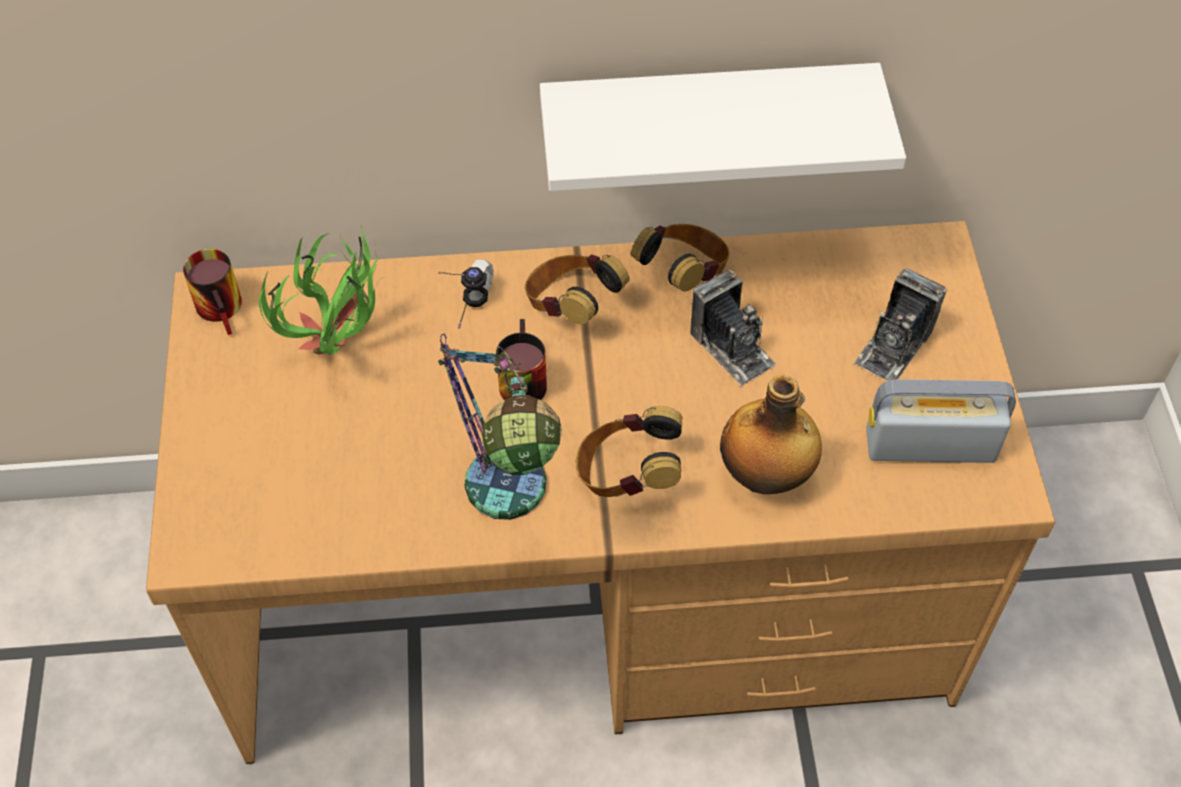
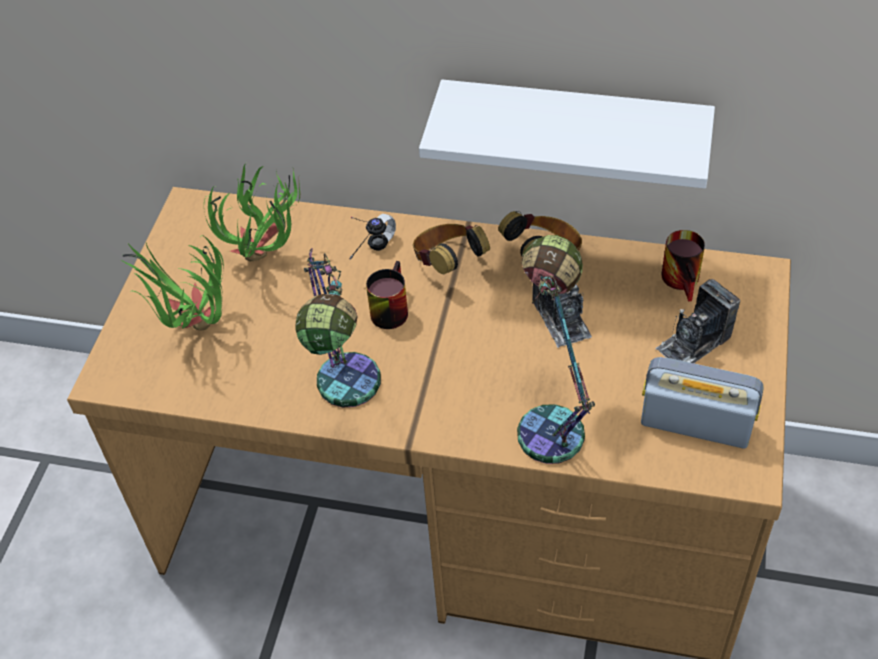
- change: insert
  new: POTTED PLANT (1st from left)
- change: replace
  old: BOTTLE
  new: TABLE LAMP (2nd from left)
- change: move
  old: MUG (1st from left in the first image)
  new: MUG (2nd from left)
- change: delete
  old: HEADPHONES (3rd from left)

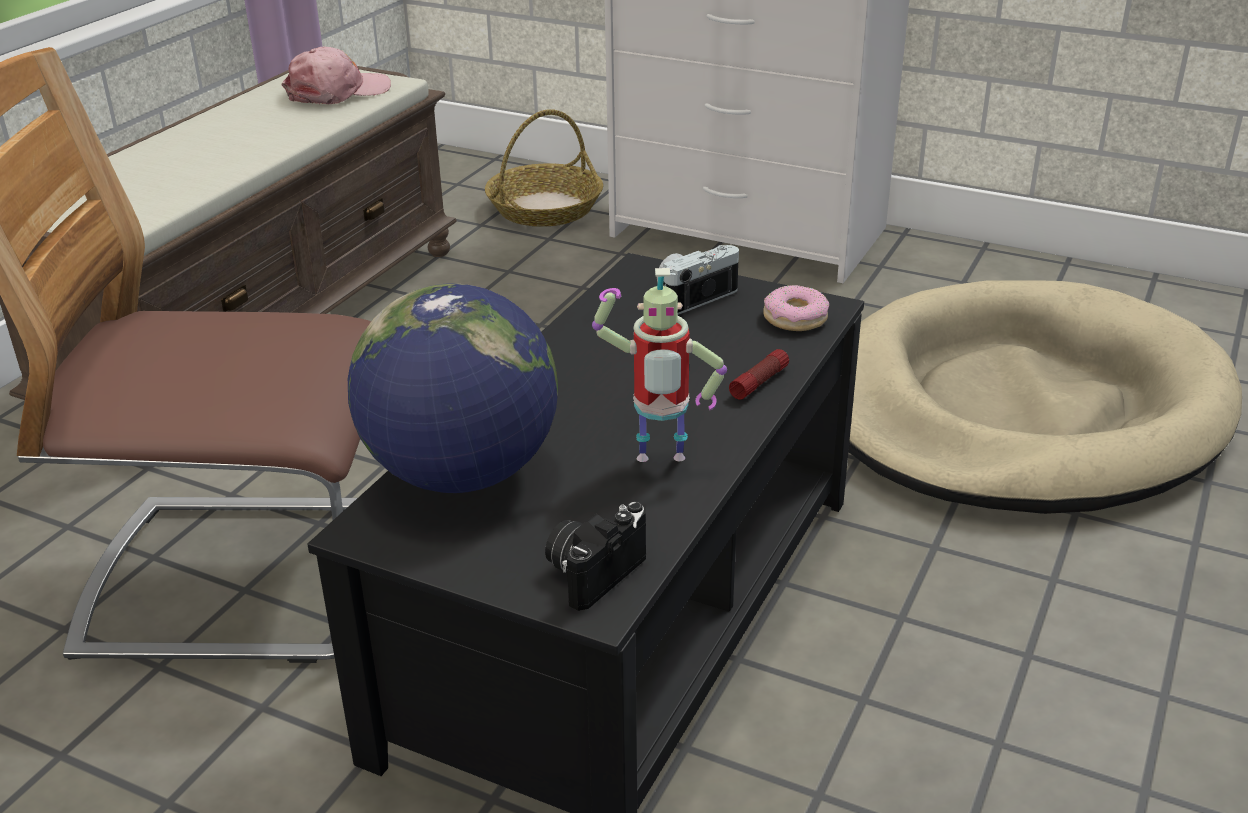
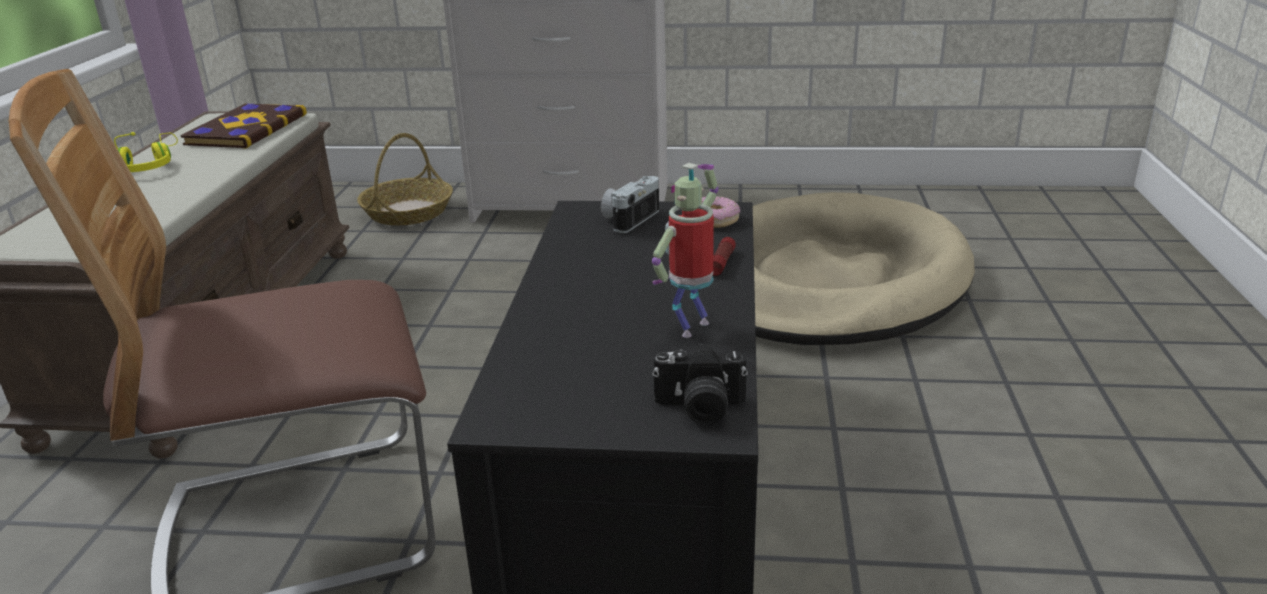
- change: insert
  new: YELLOW HEADPHONES
- change: replace
  old: PINK CAP
  new: BOOK
- change: rotate
  old: TOY ROBOT
  degrees: 150
- change: rotate
  old: PHOTO CAMERA (1st from left in the first image)
  degrees: -105
- change: delete
  old: GLOBE

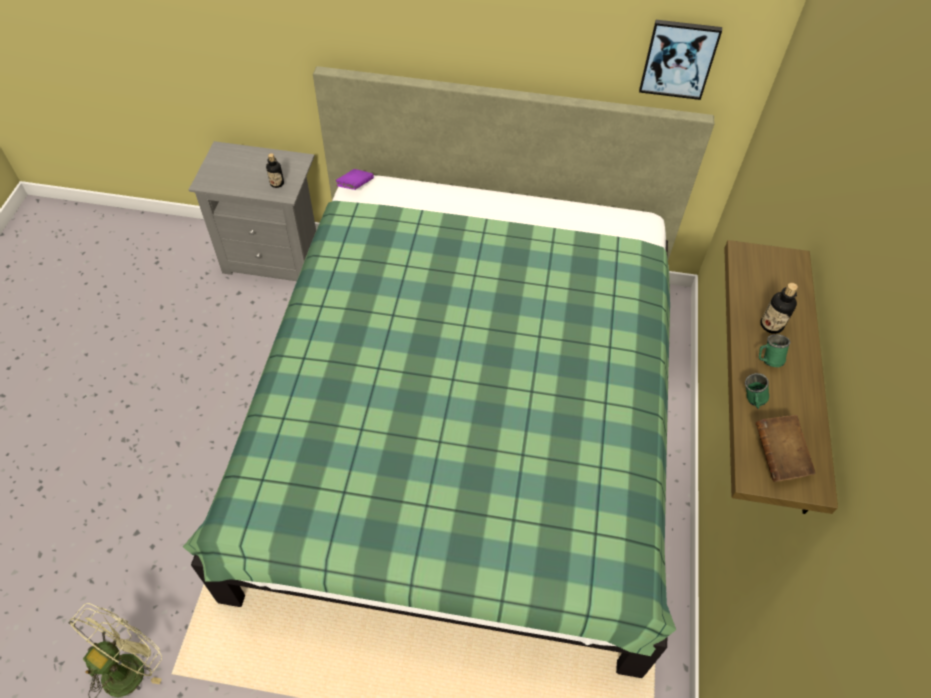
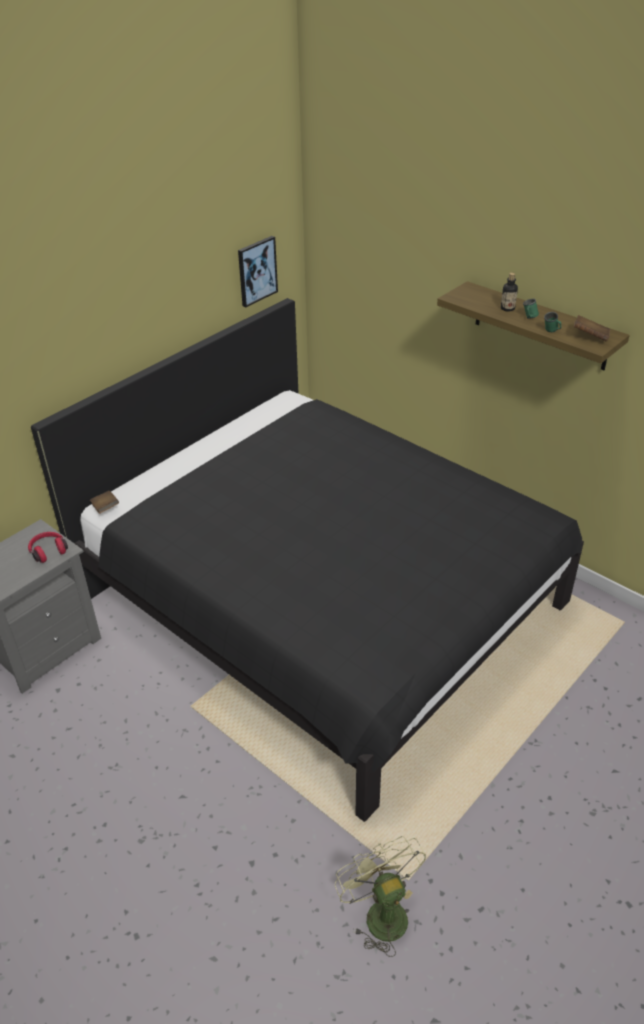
- change: replace
  old: BOTTLE (1st from left)
  new: RED HEADPHONES
- change: recolor
  old: GREEN BED
  new: BLACK BED
- change: recolor
  old: PURPLE BOOK
  new: BROWN BOOK (1st from left)

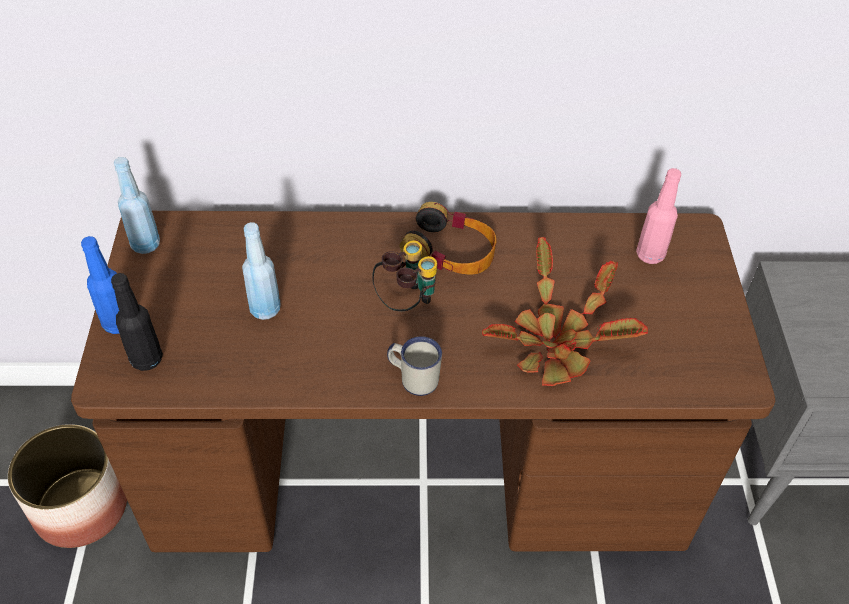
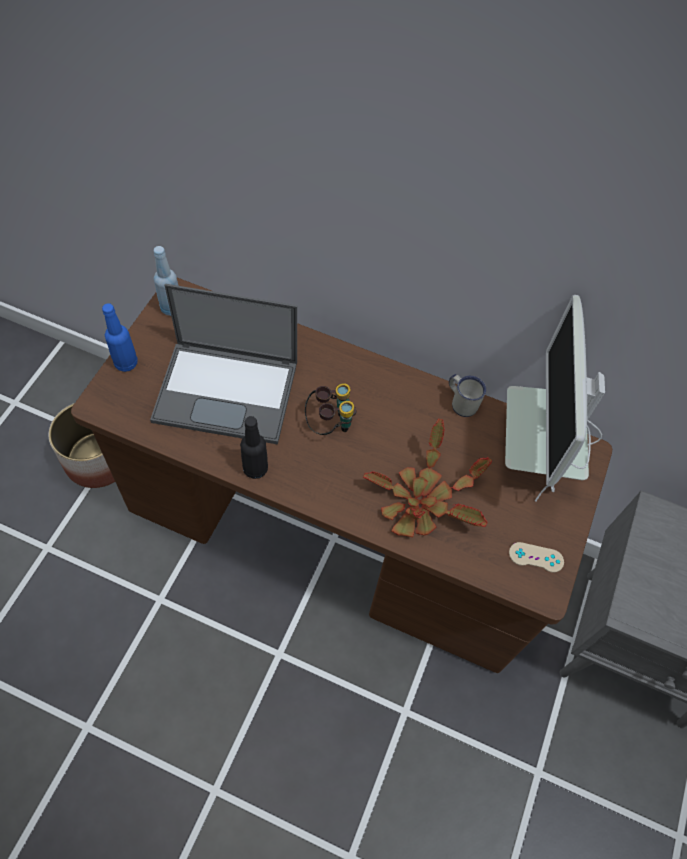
- change: replace
  old: BLUE BOTTLE (3rd from left)
  new: LAPTOP
- change: move
  old: BLACK BOTTLE
- change: move
  old: WHITE MUG
- change: replace
  old: PINK BOTTLE
  new: MONITOR
- change: insert
  new: BEIGE GAME CONTROLLER
- change: delete
  old: HEADPHONES

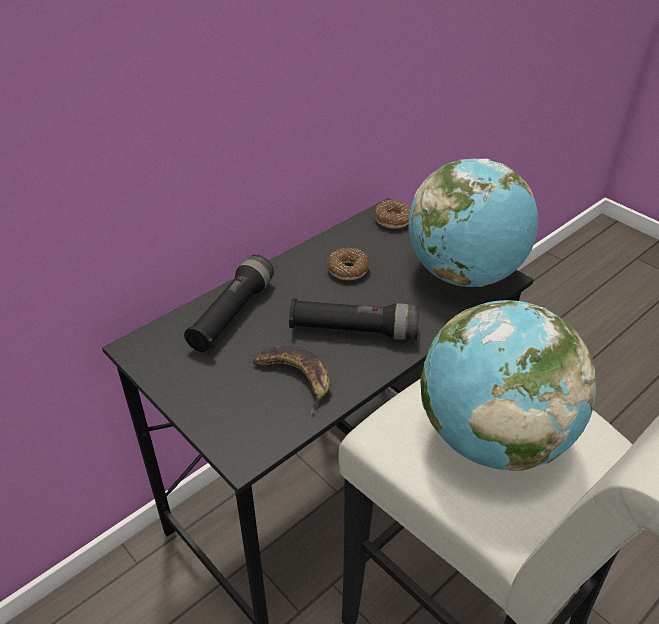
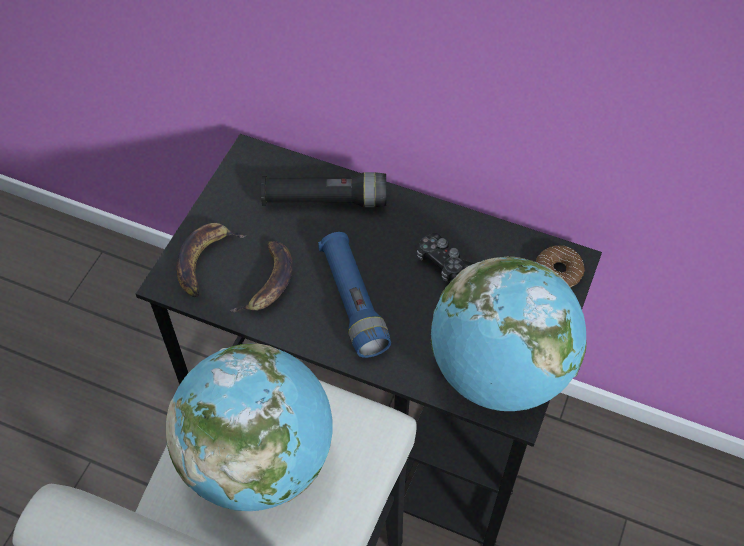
- change: insert
  new: BANANA (1st from left)
- change: recolor
  old: BLACK FLASHLIGHT (2nd from left)
  new: BLUE FLASHLIGHT
- change: replace
  old: DONUT (1st from left)
  new: GAME CONTROLLER

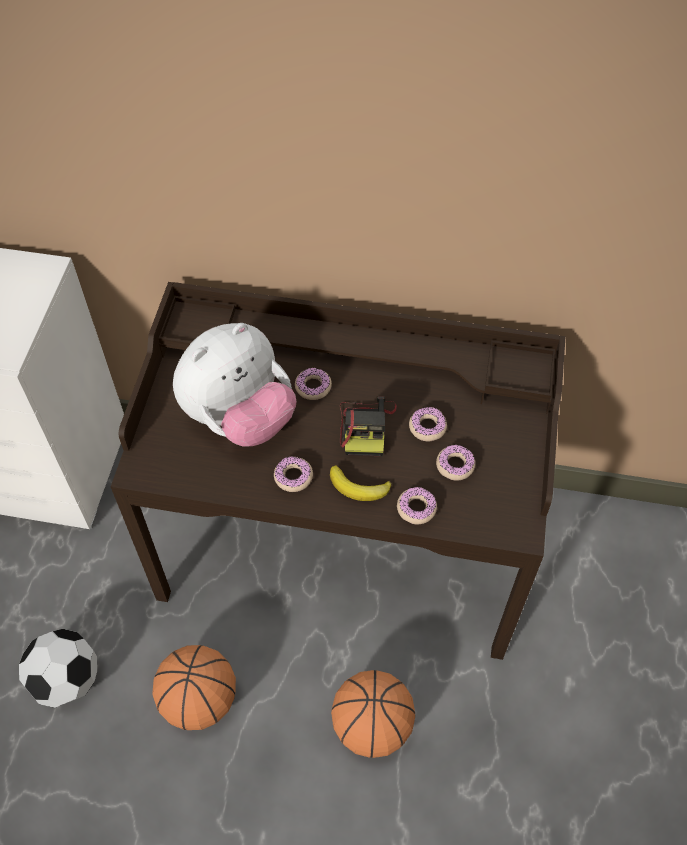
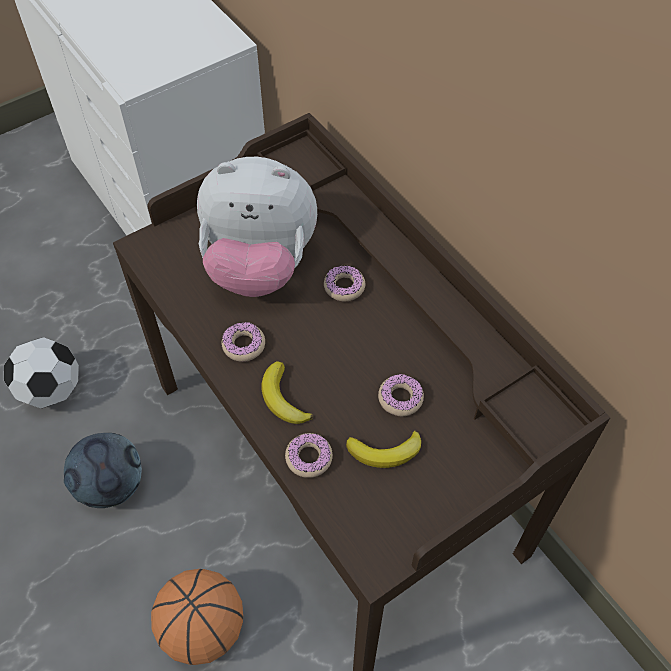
- change: replace
  old: BASKETBALL (1st from left)
  new: FOOTBALL (2nd from left)
- change: replace
  old: DONUT (5th from left)
  new: BANANA (2nd from left)
- change: delete
  old: PHOTO CAMERA

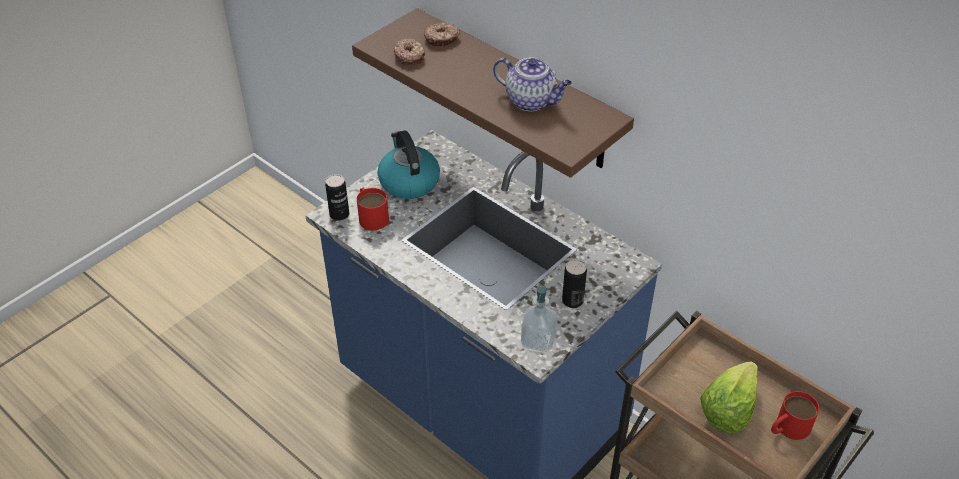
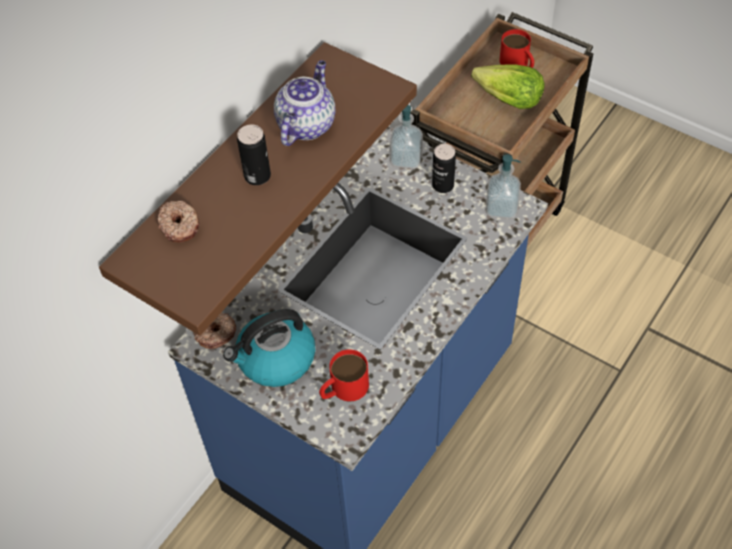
- change: move
  old: DONUT (1st from left in the first image)
  new: DONUT (2nd from left)
- change: move
  old: CAN (1st from left)
- change: insert
  new: SOAP DISPENSER (1st from left)

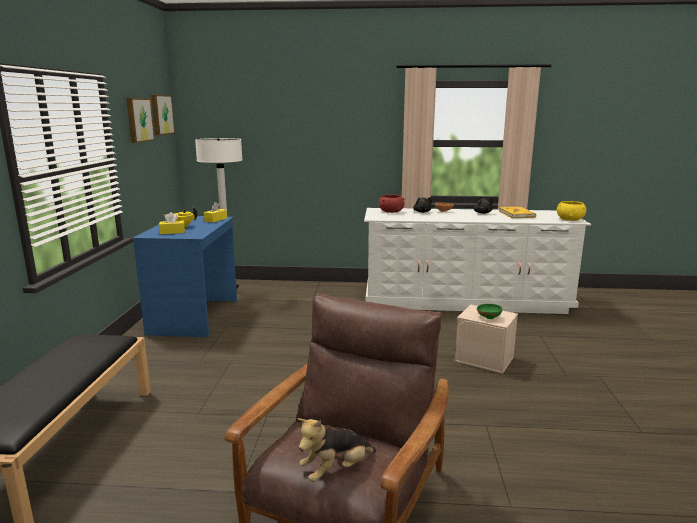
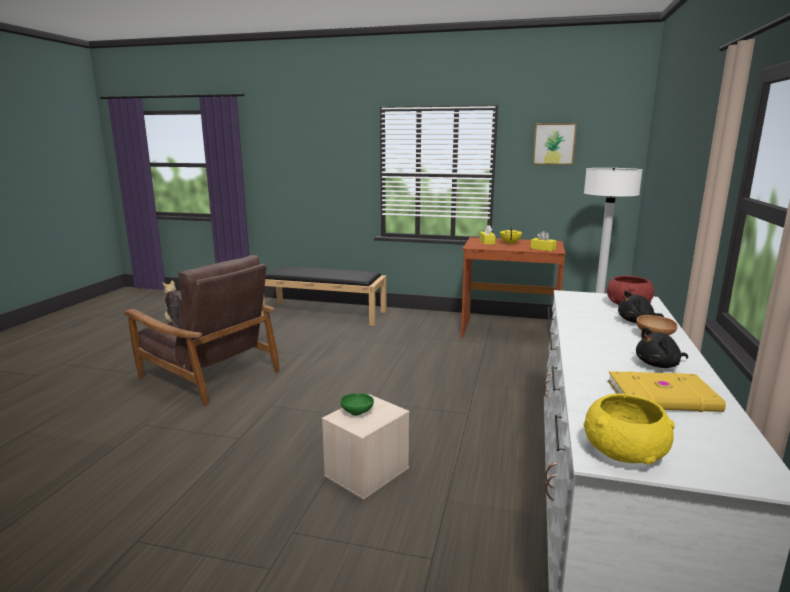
- change: recolor
  old: BLUE DESK
  new: BROWN DESK
- change: delete
  old: PICTURE (2nd from left)

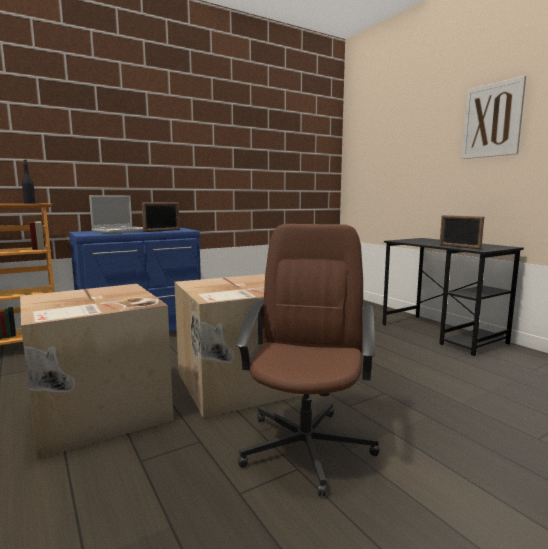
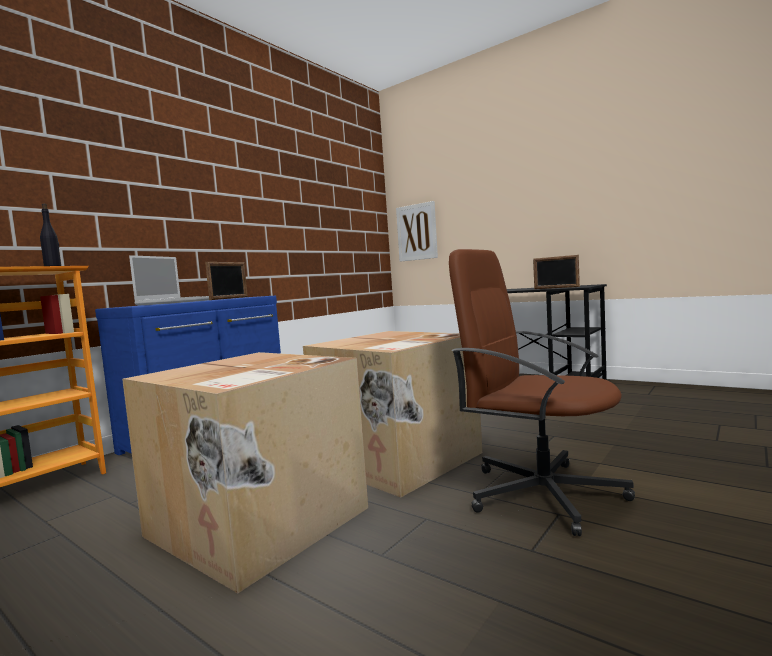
- change: move
  old: PICTURE
- change: rotate
  old: BROWN OFFICE CHAIR
  degrees: -45

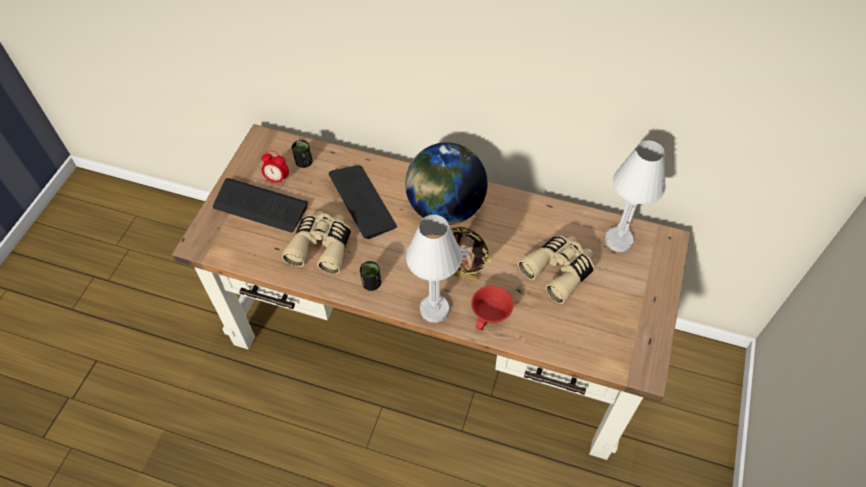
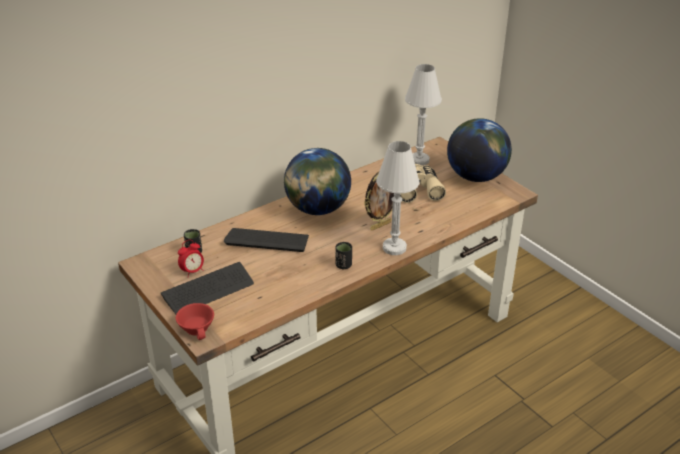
- change: move
  old: RED CUP
- change: insert
  new: GLOBE (2nd from left)
- change: delete
  old: BEIGE BINOCULARS (1st from left)

